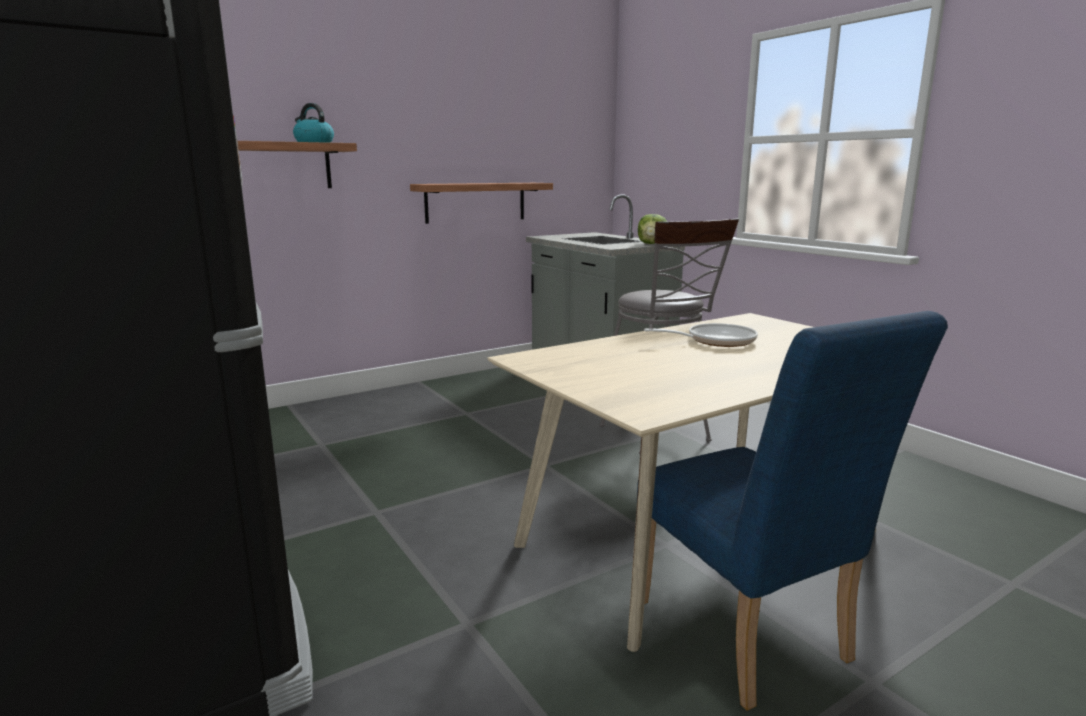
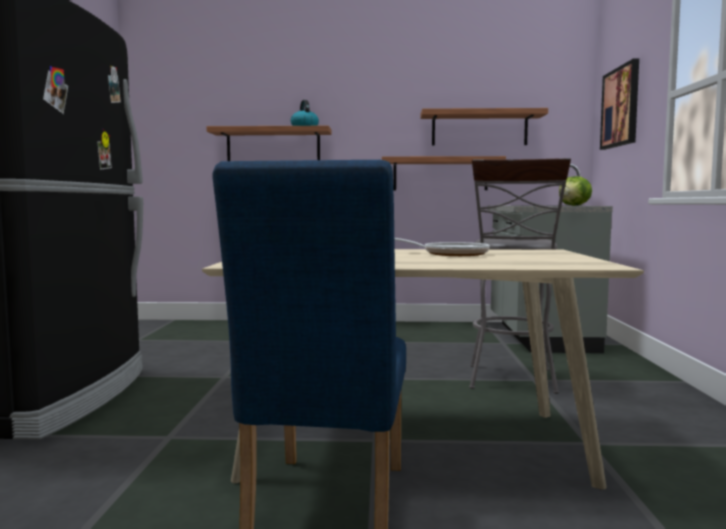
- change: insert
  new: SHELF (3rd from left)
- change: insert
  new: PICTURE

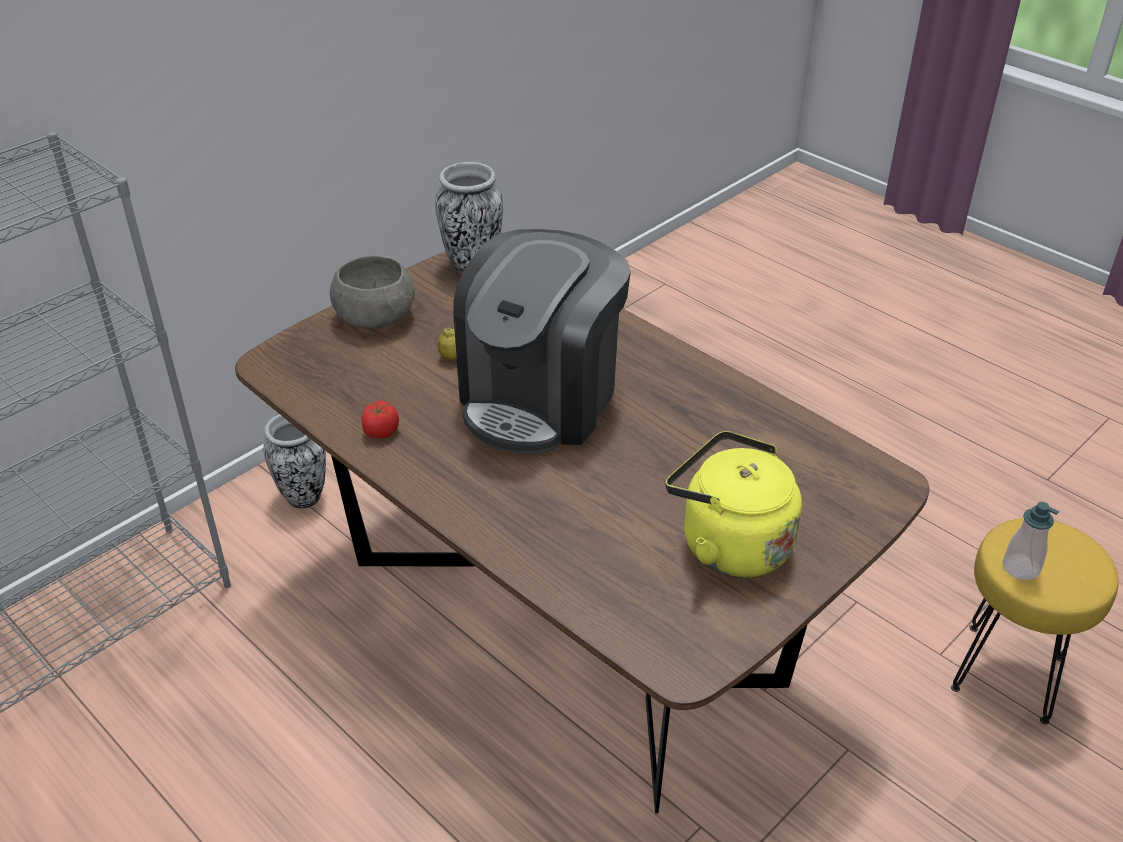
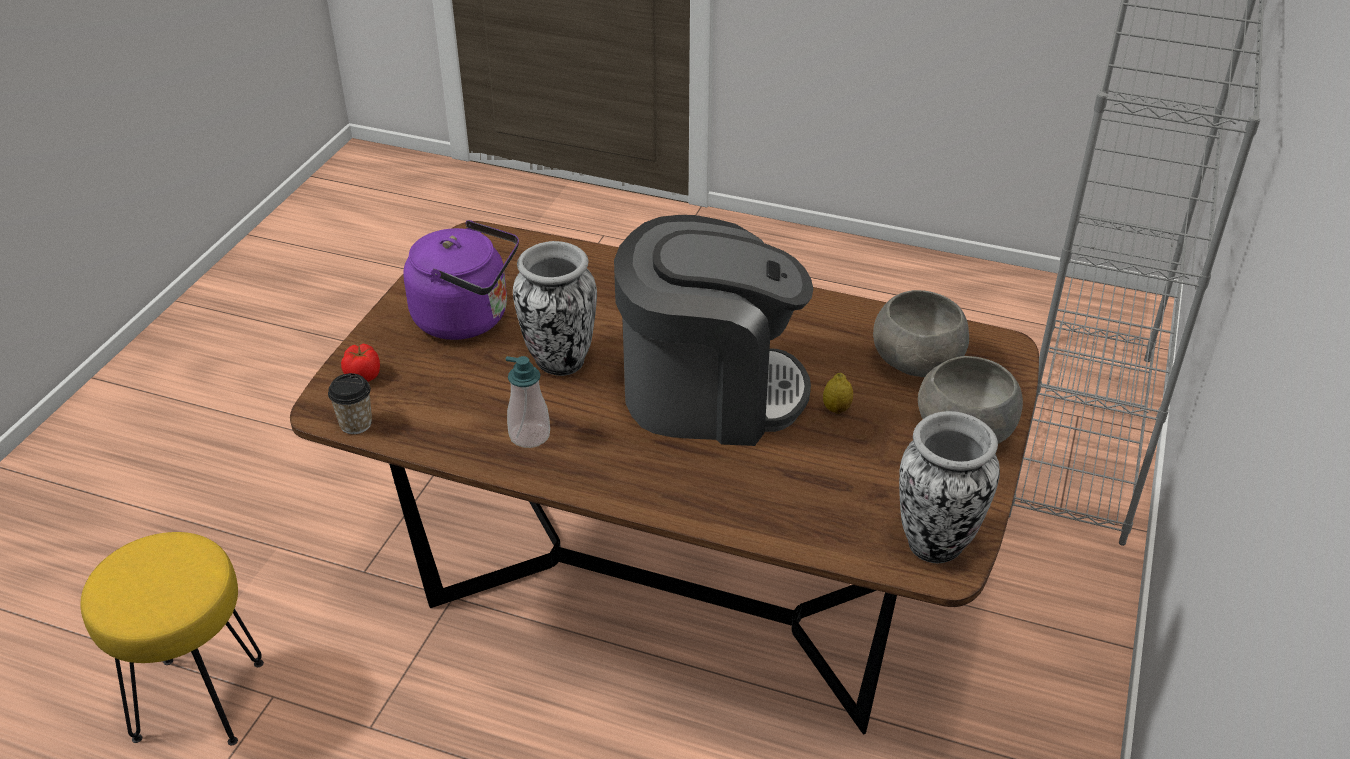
- change: insert
  new: CUP
- change: move
  old: TOMATO
- change: recolor
  old: YELLOW KETTLE
  new: PURPLE KETTLE
- change: move
  old: SOAP DISPENSER
- change: move
  old: VASE (1st from left)
- change: rotate
  old: COFFEE MACHINE
  degrees: 90
- change: insert
  new: GREY BOWL (1st from left)

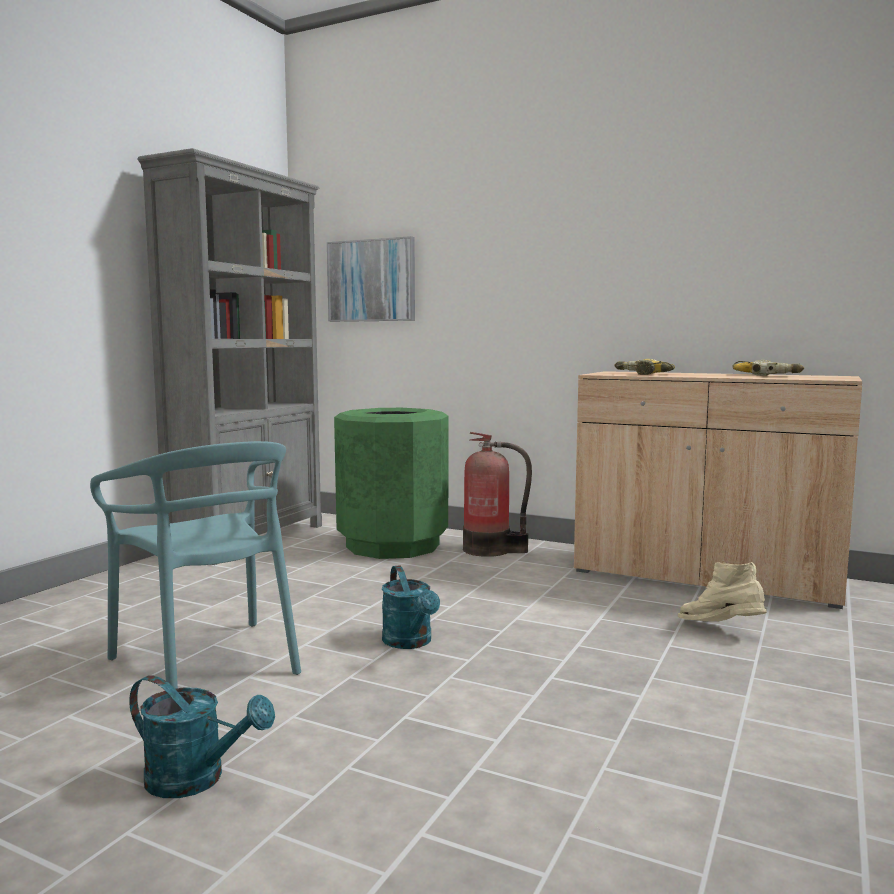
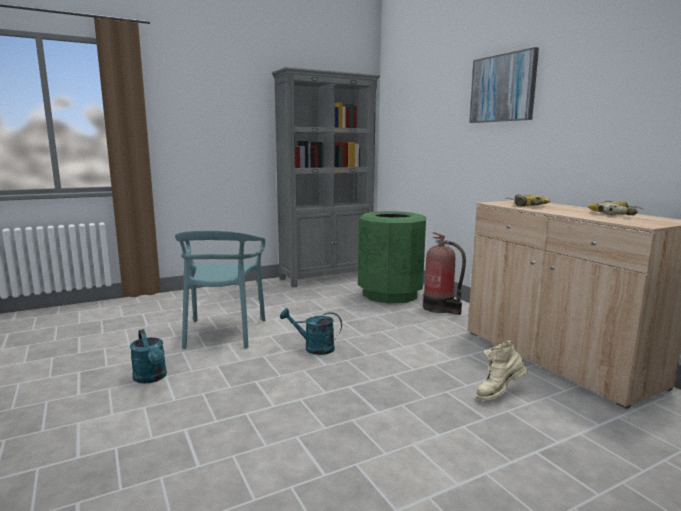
- change: rotate
  old: TURQUOISE WATERING CAN (2nd from left)
  degrees: 90
- change: move
  old: PICTURE
- change: rotate
  old: BEIGE BOOT
  degrees: -105

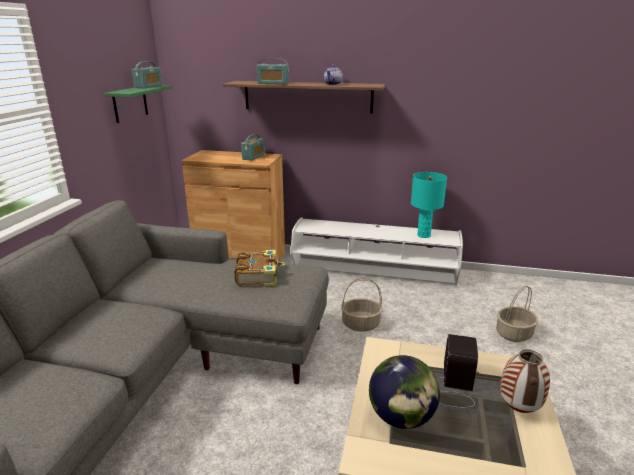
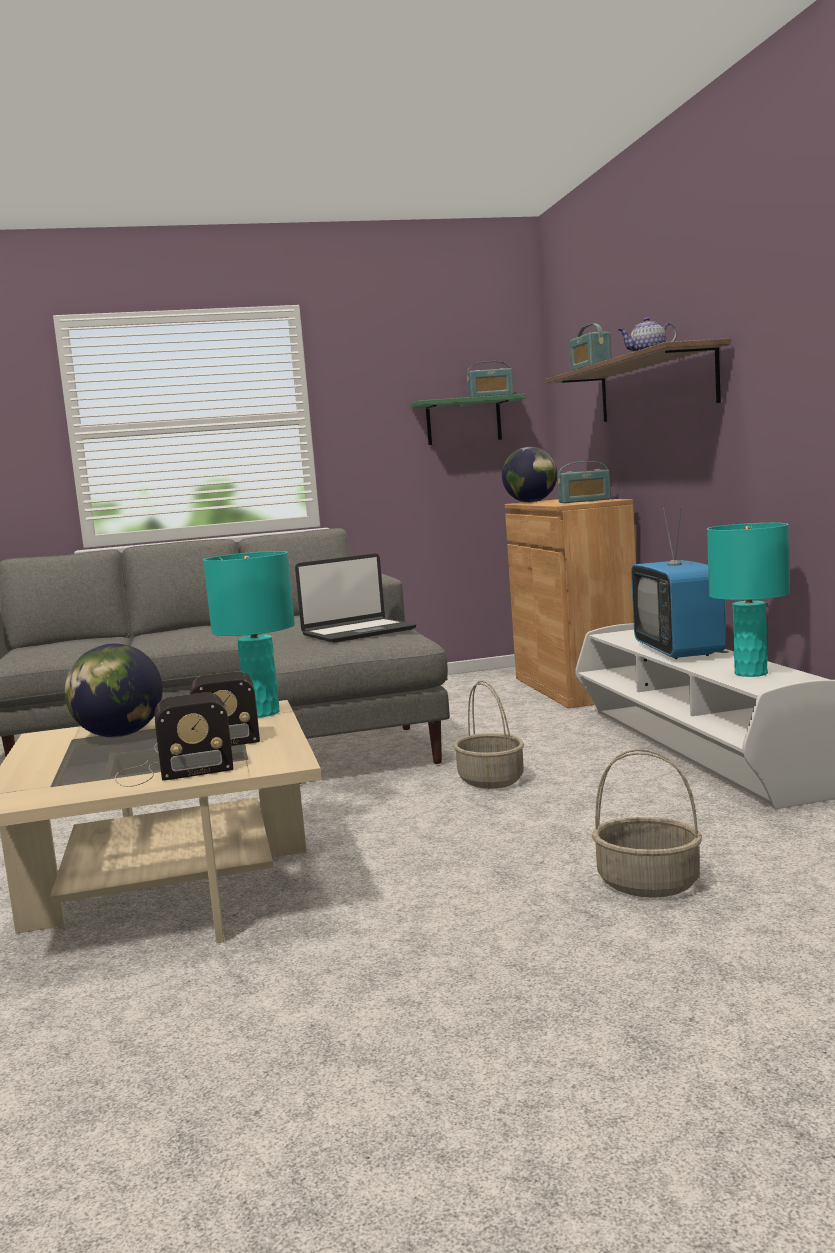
- change: replace
  old: VASE
  new: RADIO (1st from left)
- change: insert
  new: TURQUOISE TABLE LAMP (1st from left)
- change: replace
  old: BOOK
  new: LAPTOP
- change: insert
  new: GLOBE (2nd from left)
- change: insert
  new: TELEVISION

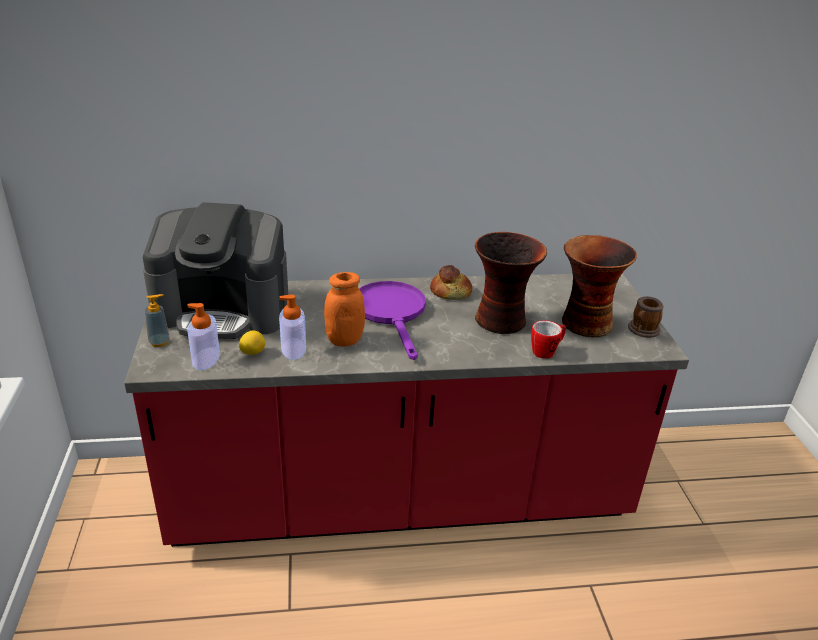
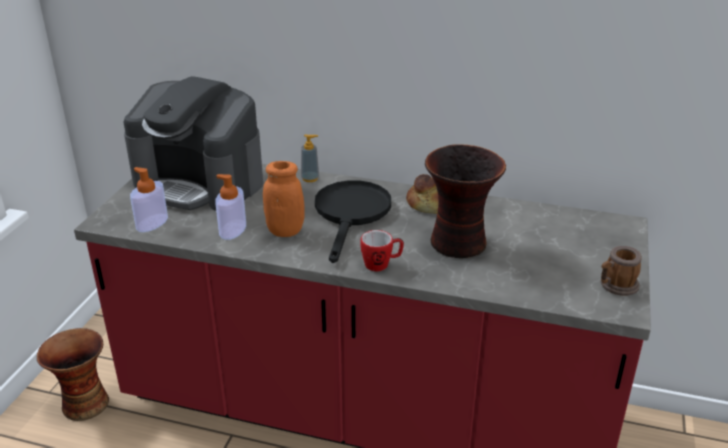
- change: move
  old: VASE (2nd from left in the first image)
  new: VASE (1st from left)
- change: move
  old: SOAP DISPENSER (1st from left in the first image)
  new: SOAP DISPENSER (3rd from left)
- change: recolor
  old: PURPLE FRYING PAN
  new: BLACK FRYING PAN
- change: move
  old: MUG (1st from left)
- change: delete
  old: LEMON

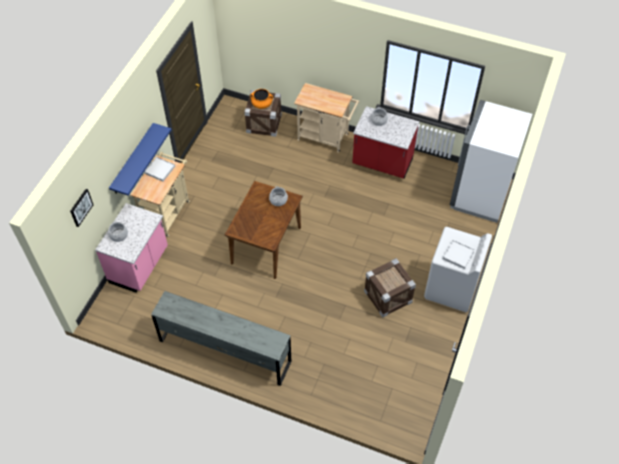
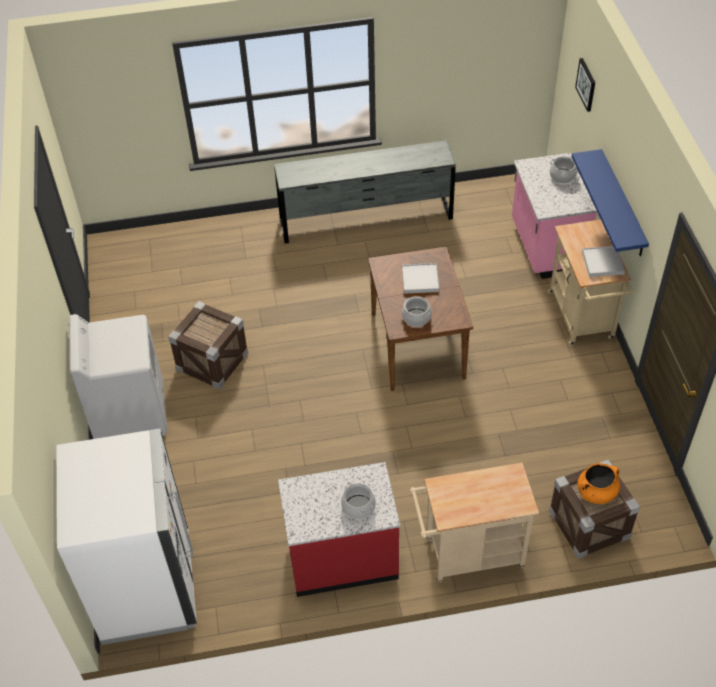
- change: move
  old: WHITE TRAY (2nd from left in the first image)
  new: WHITE TRAY (1st from left)

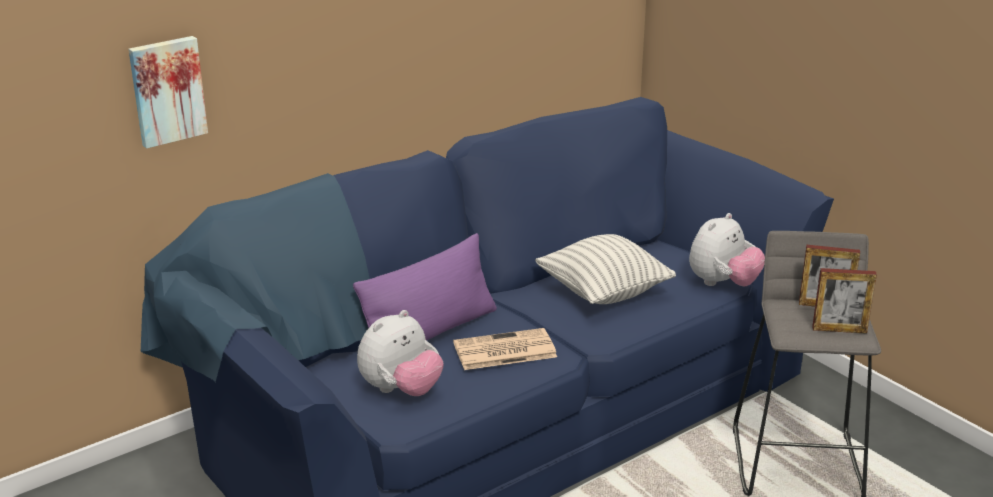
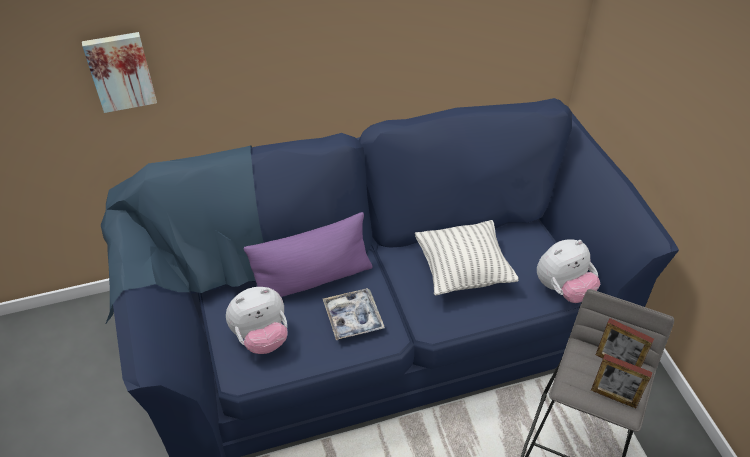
- change: replace
  old: NEWSPAPER
  new: TRAY

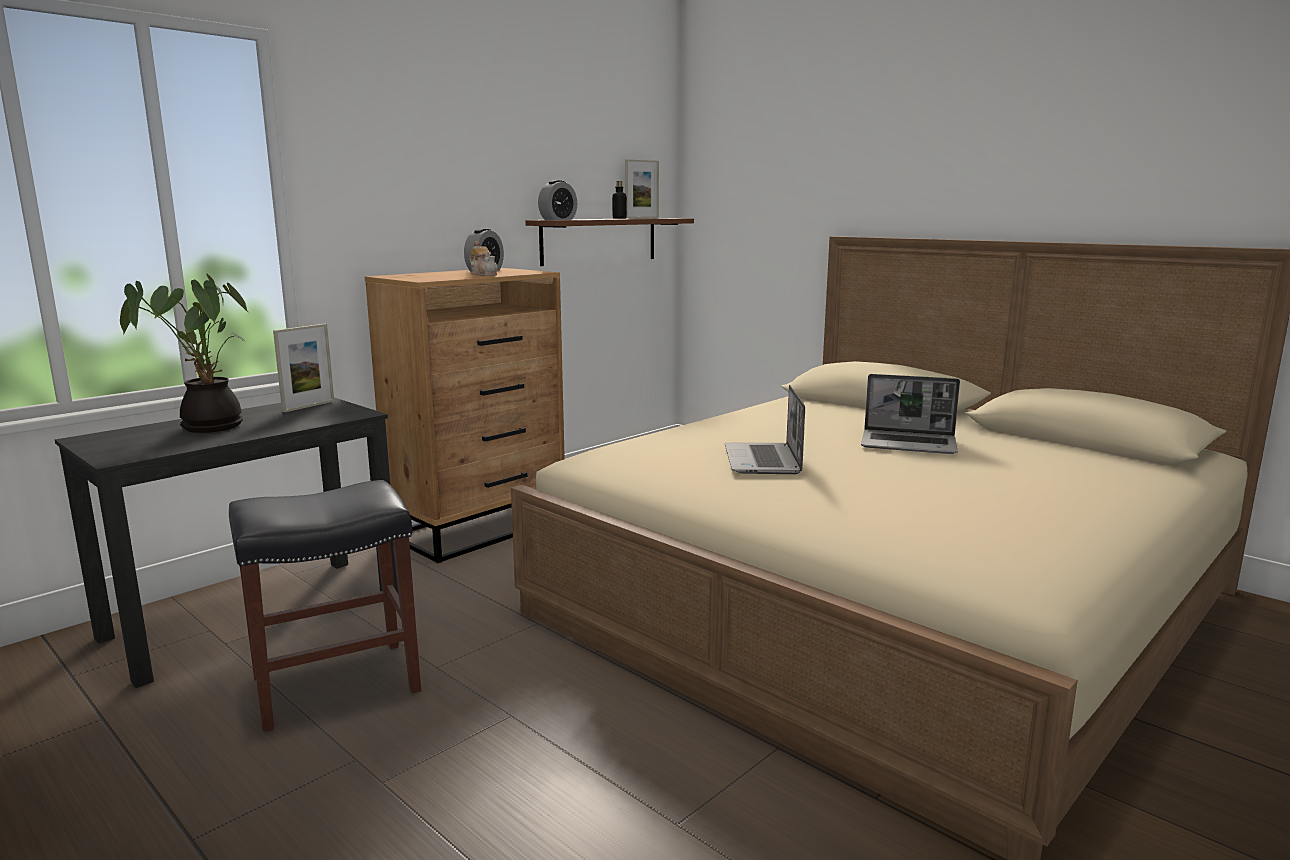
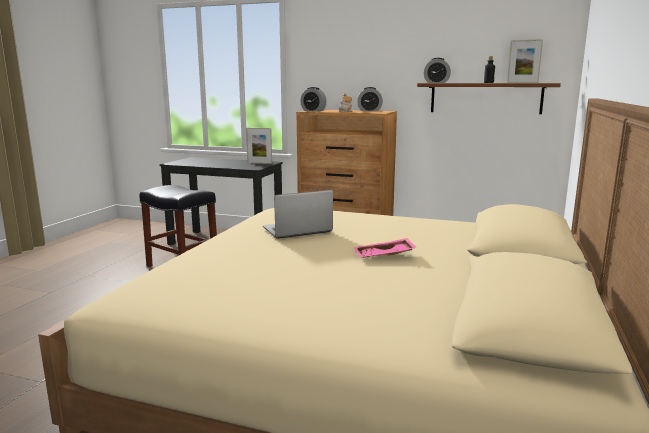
- change: insert
  new: ALARM CLOCK (1st from left)
- change: replace
  old: LAPTOP (2nd from left)
  new: PINK TRAY
- change: delete
  old: POTTED PLANT

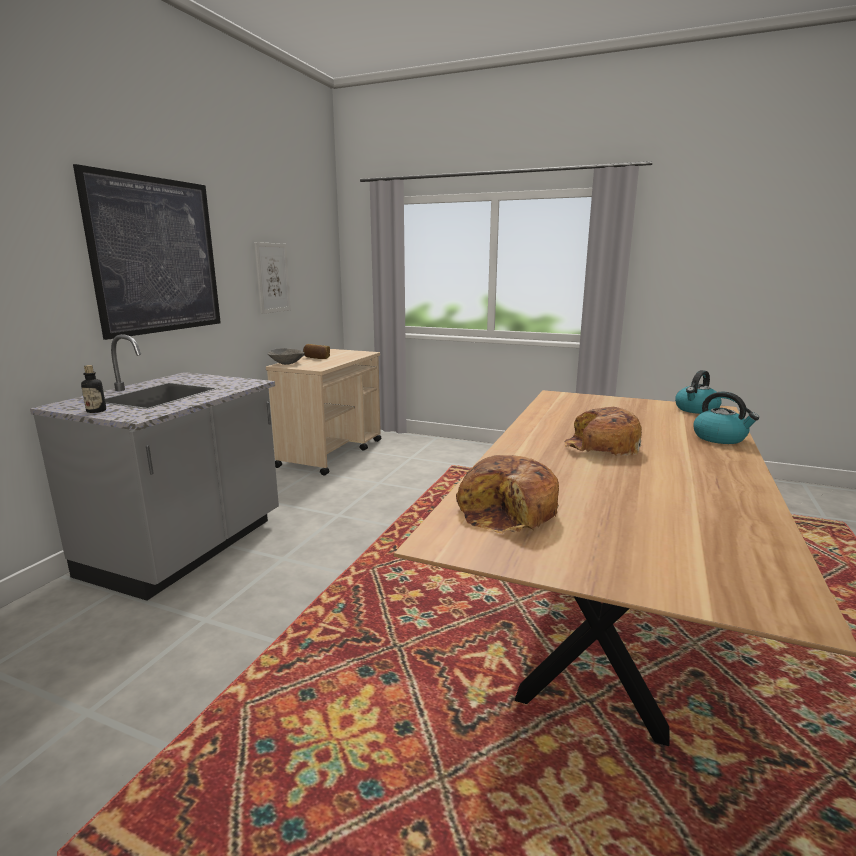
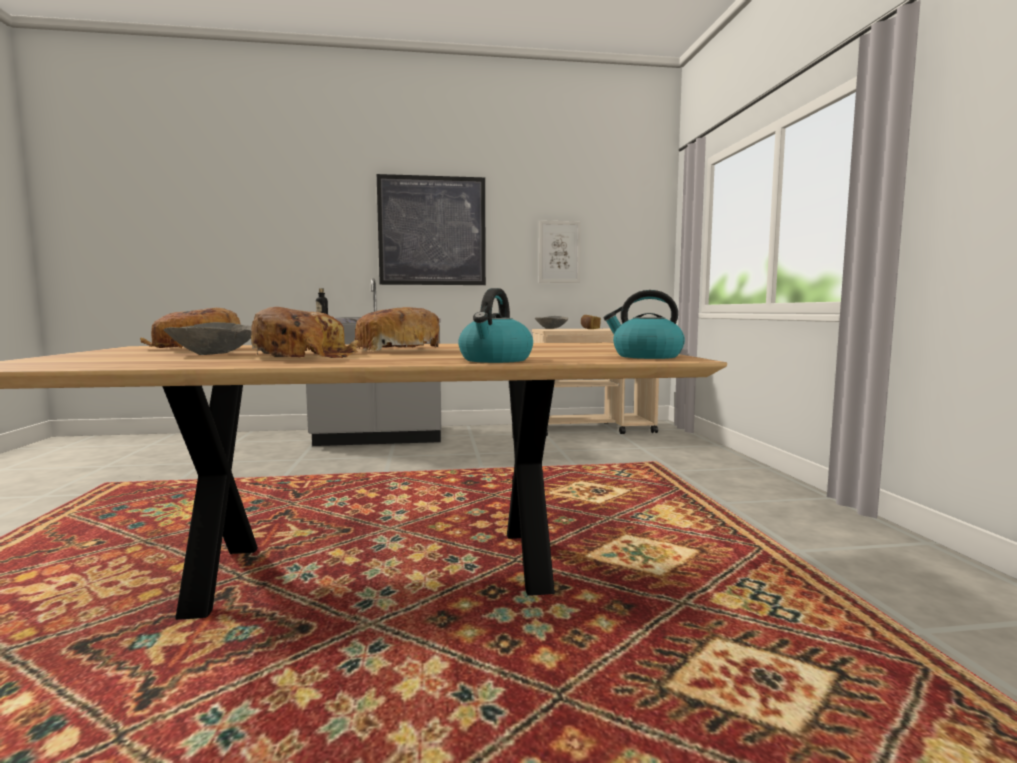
- change: insert
  new: GREY BOWL (1st from left)
- change: insert
  new: BREAD (2nd from left)

